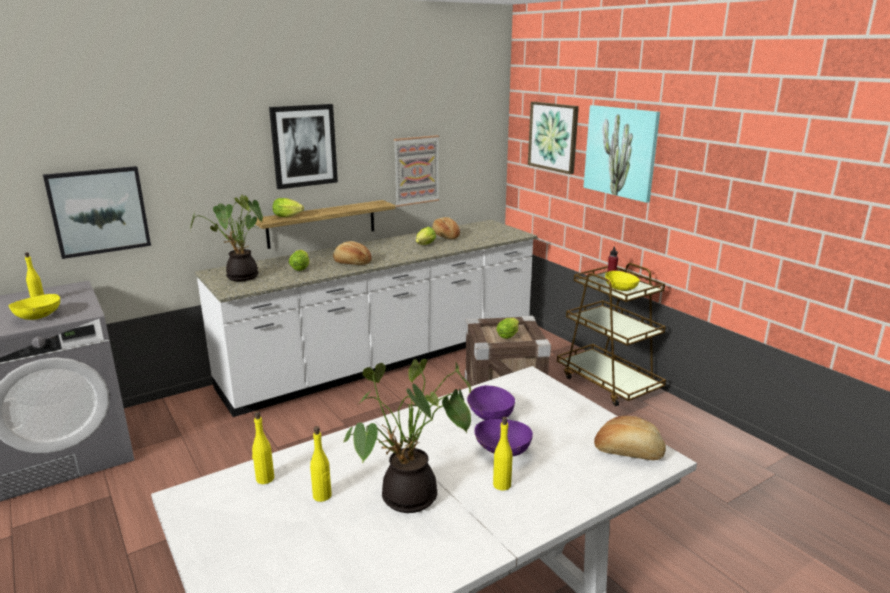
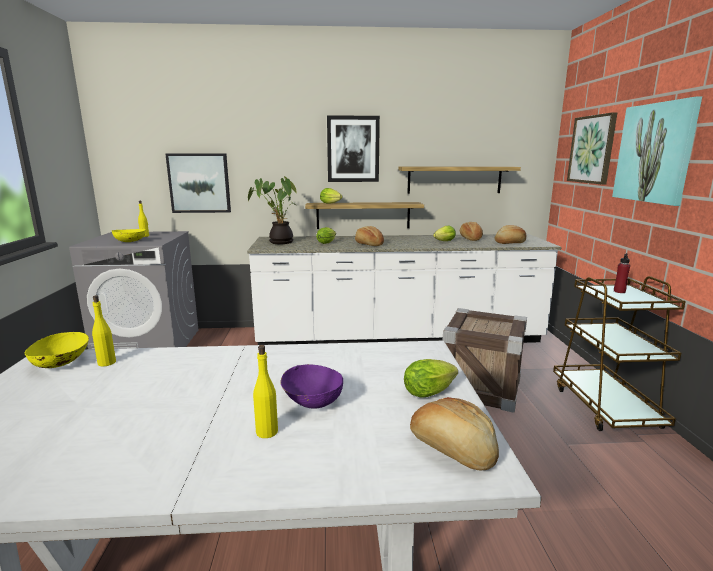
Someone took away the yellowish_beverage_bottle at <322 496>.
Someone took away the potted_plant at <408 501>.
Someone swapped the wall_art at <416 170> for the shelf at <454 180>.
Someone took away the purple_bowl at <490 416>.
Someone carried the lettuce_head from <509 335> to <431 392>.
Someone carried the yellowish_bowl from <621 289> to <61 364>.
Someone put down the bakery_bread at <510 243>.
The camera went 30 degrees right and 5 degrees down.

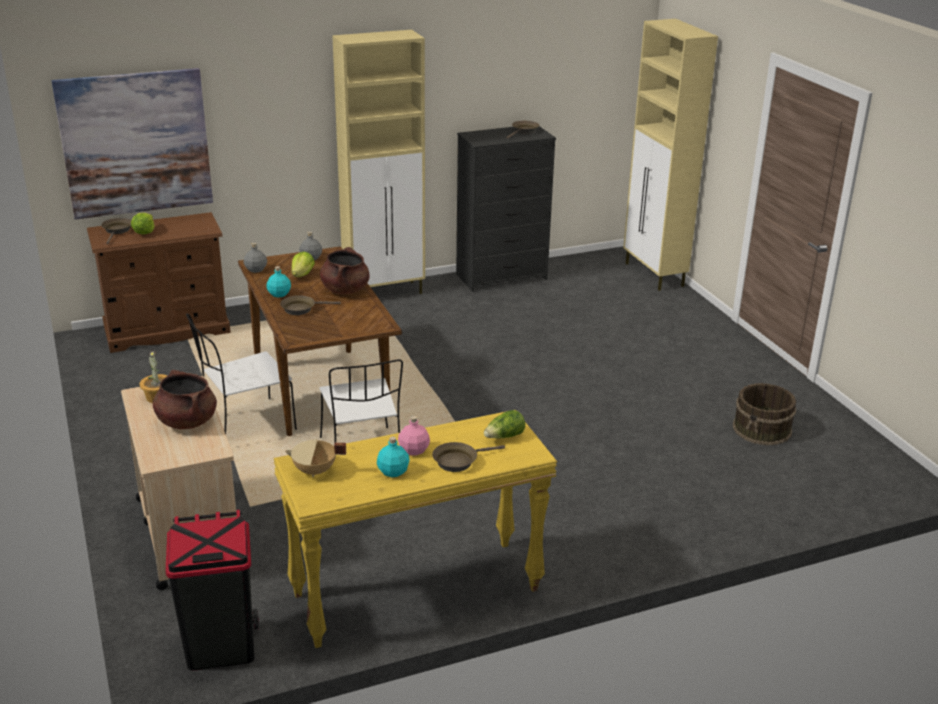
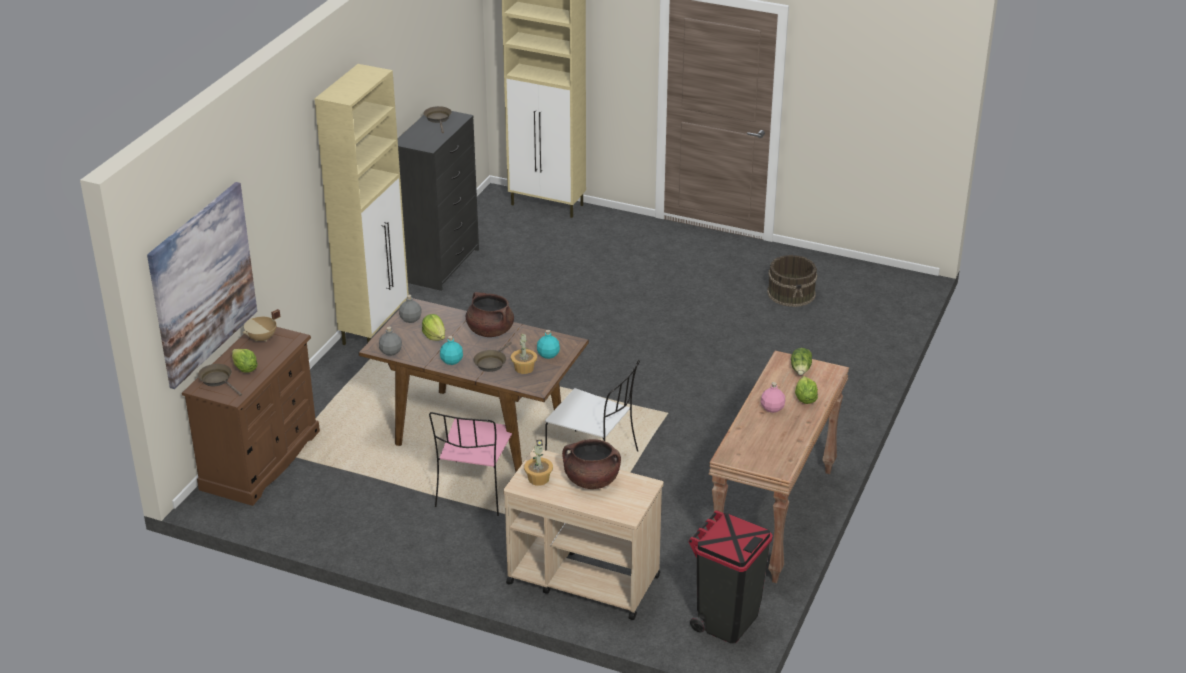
Someone repainted the white-coloured_upright_chair at <245 425>, which became the pink_upright_chair at <476 490>.
Someone repainted the yellowish_console_table at <416 593>, which became the brownish_console_table at <775 518>.
Someone carried the beige-coloured_saucepot from <315 471> to <262 338>.
Someone carried the turquoise-coloured_beverage_bottle from <393 472> to <548 355>.
Someone swapped the brownish_pan at <458 461> for the lettuce_head at <805 399>.
Someone put down the potted_plant at <524 368>.
The camera went 45 degrees left and 5 degrees up.

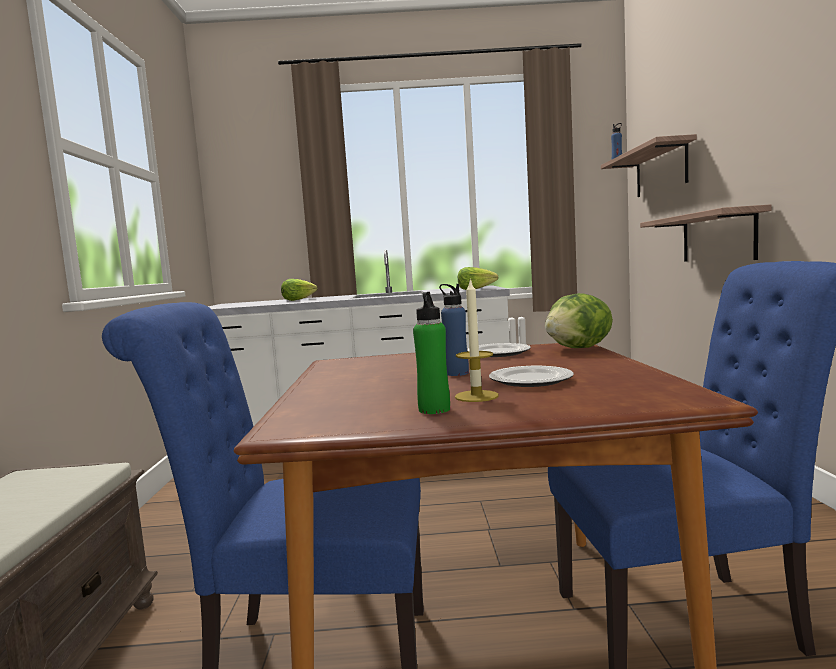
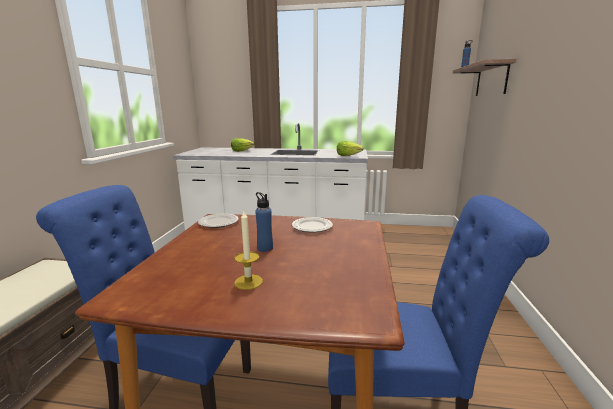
Someone took away the greenish_beverage_bottle at <434 409>.
Someone carried the dinner_plate from <530 380> to <218 222>.
Someone took away the lettuce_head at <579 348>.
Someone took away the shelf at <717 237>.
The camera went 10 degrees right and 10 degrees up.

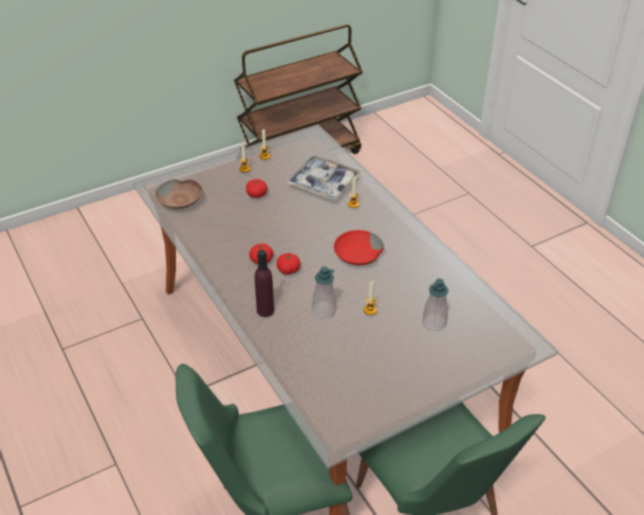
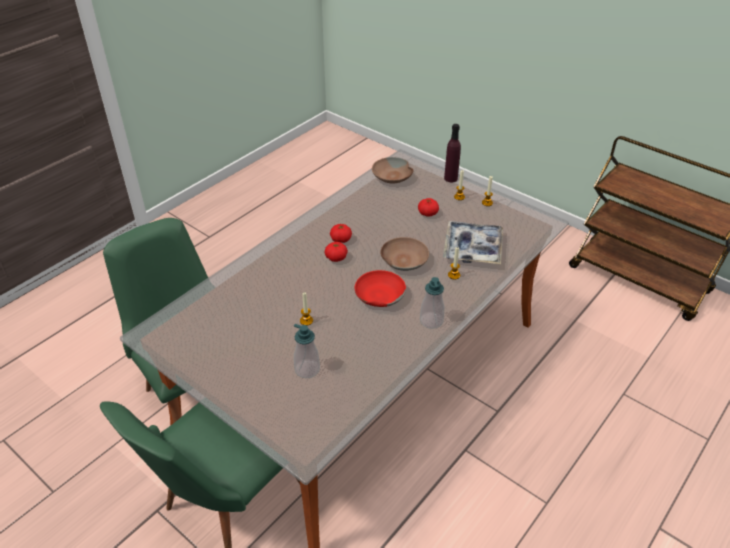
Someone carried the purple_beverage_bottle from <265 310> to <450 178>.
Someone carried the soap_bottle from <324 311> to <431 321>.
Someone put down the brownish_bowl at <404 260>.
The camera went 70 degrees right and 0 degrees up.

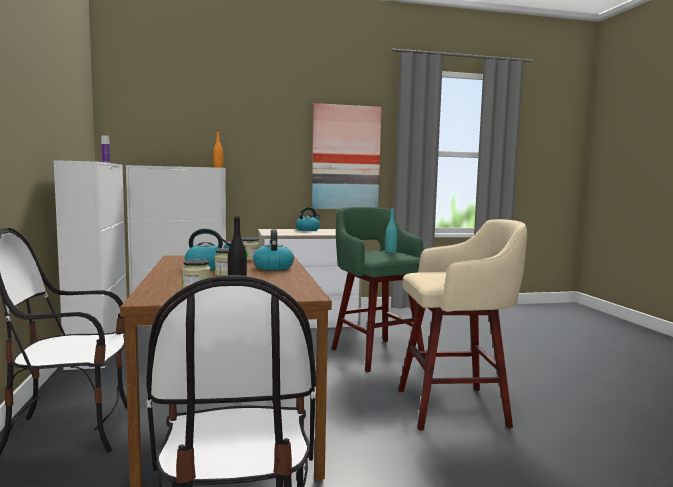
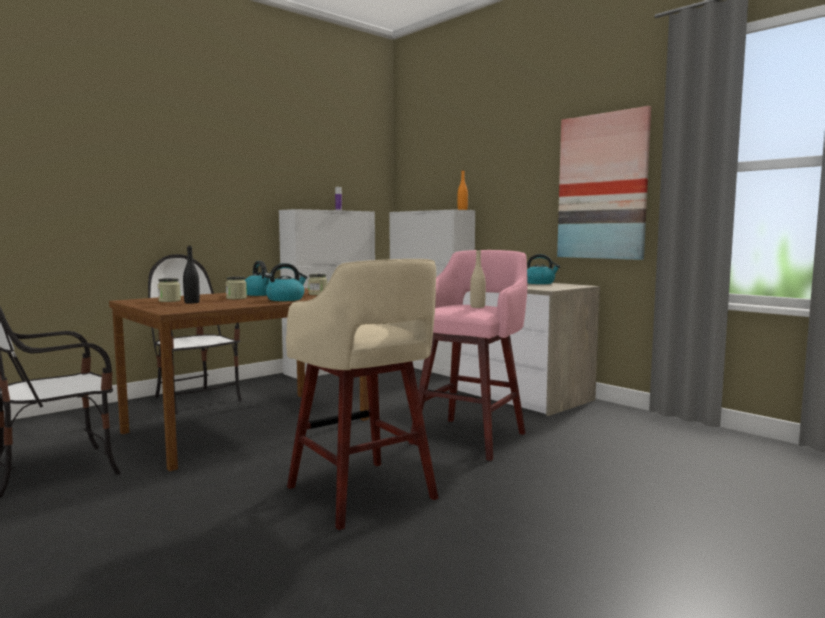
Someone repainted the greenish_sitting_stool at <375 353>, which became the pink_sitting_stool at <470 437>.
Someone repainted the turquoise-coloured_beverage_bottle at <390 252>, which became the beige-coloured_beverage_bottle at <477 307>.
The camera went 60 degrees right and 0 degrees up.

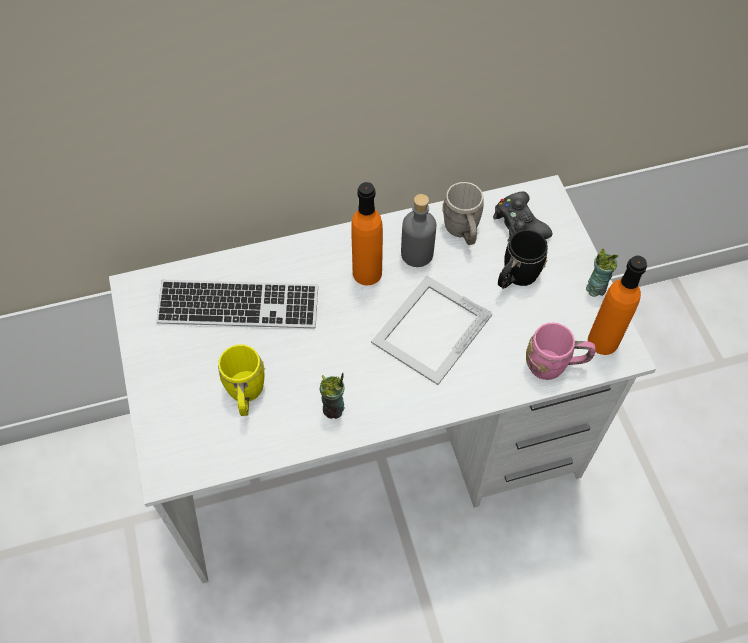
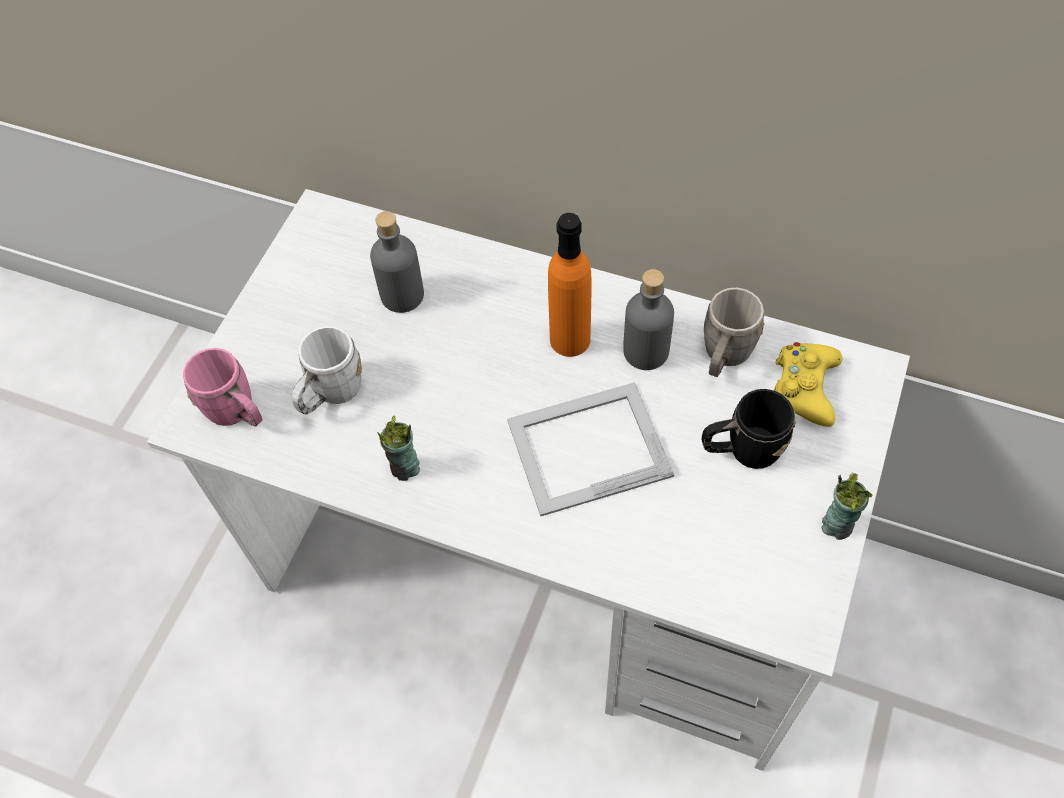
Someone swapped the computer_keyboard at <238 306> for the greyish_beverage_bottle at <402 295>.
Someone repainted the yellowish_coffee_mug at <246 395>, which became the white-coloured_coffee_mug at <331 394>.
Someone repainted the black-coloured_game_controller at <519 224>, which became the yellowish_game_controller at <804 388>.
Someone carried the pink_coffee_mug from <555 365> to <237 413>.
Someone took away the orangey_beverage_bottle at <603 341>.
The camera went 40 degrees right and 0 degrees up.

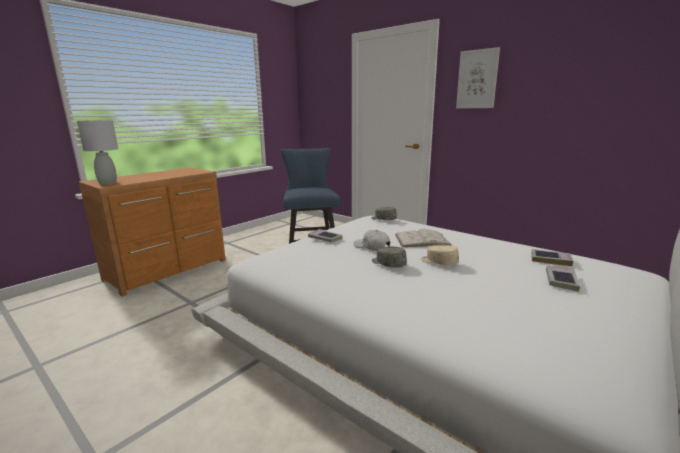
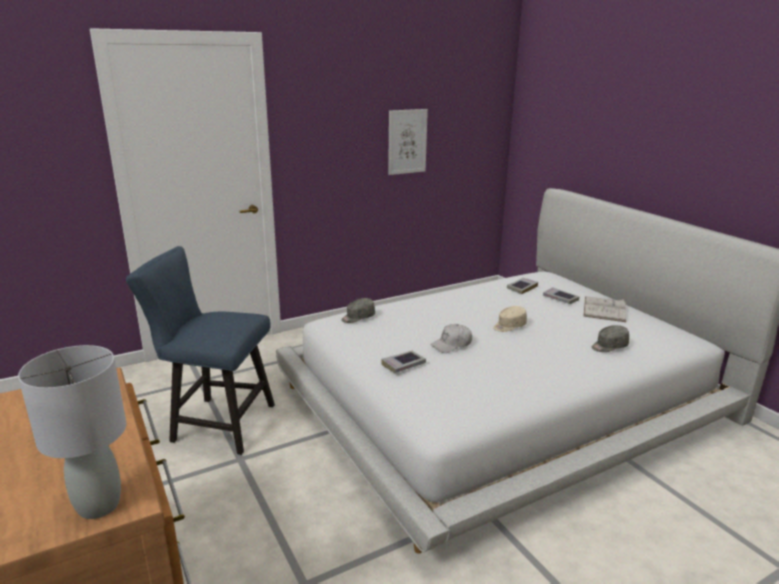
Someone carried the greyish_cap from <388 264> to <609 346>.
Someone carried the white-coloured_volume from <422 240> to <604 309>.
Someone carried the wall_art from <477 79> to <407 141>.
The camera went 70 degrees left and 5 degrees up.

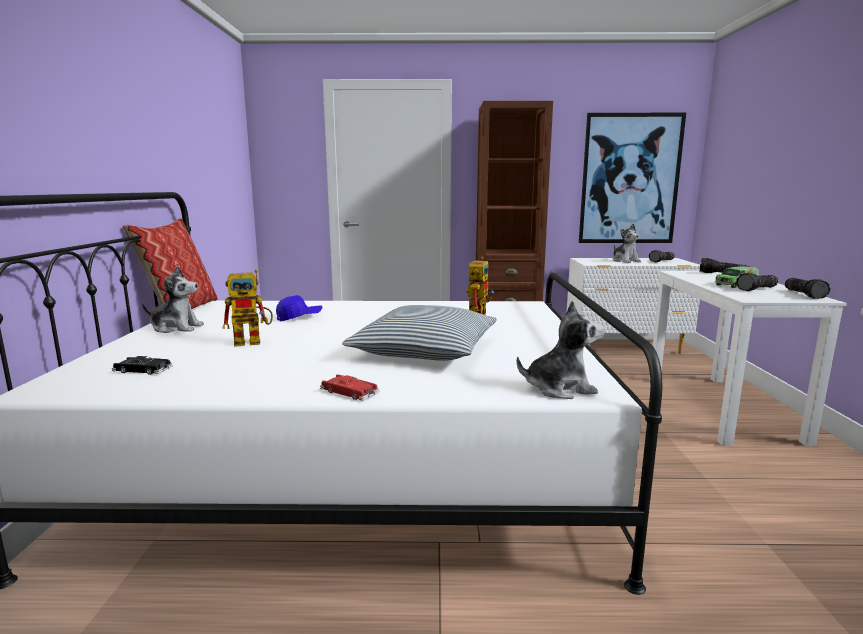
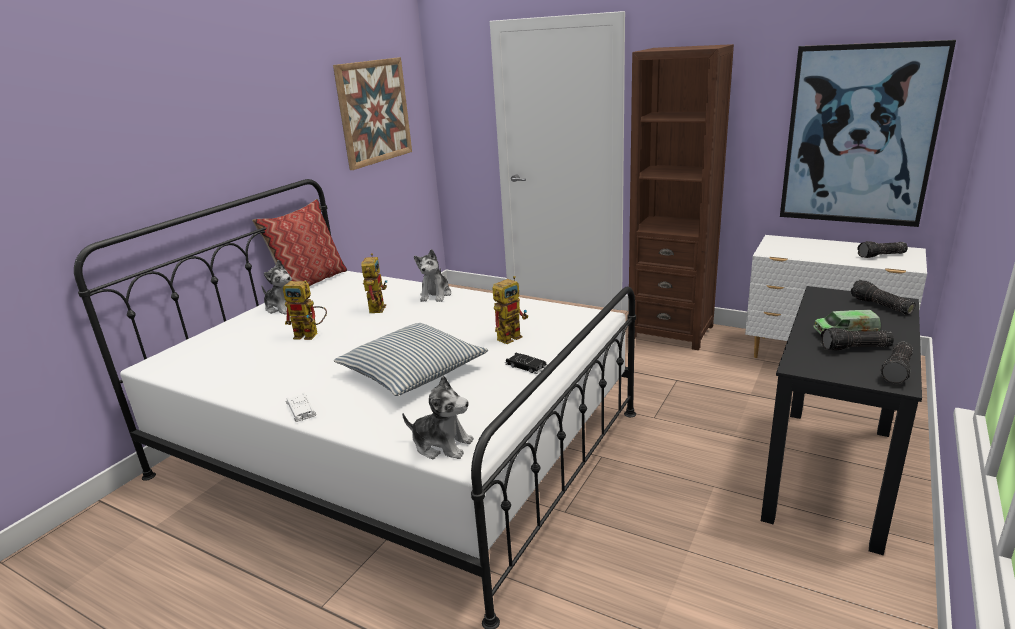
Someone carried the black-coloured_miniature_car from <143 370> to <526 366>.
Someone swapped the bluish_cap at <299 317> for the toy_robot at <376 307>.
Someone repainted the reddish_miniature_car at <349 392>, which became the white-coloured_miniature_car at <301 410>.
Someone carried the soft_toy from <625 261> to <435 295>.
Someone repainted the white-coloured_desk at <720 408>, which became the black-coloured_desk at <830 473>.
Someone put up the wall_art at <374 112>.
The camera went 30 degrees right and 10 degrees up.

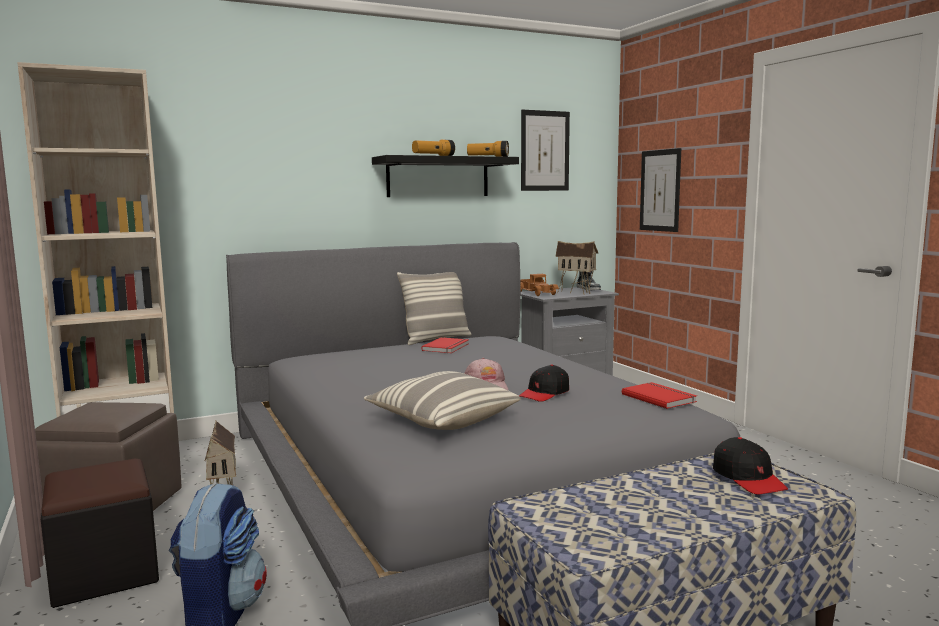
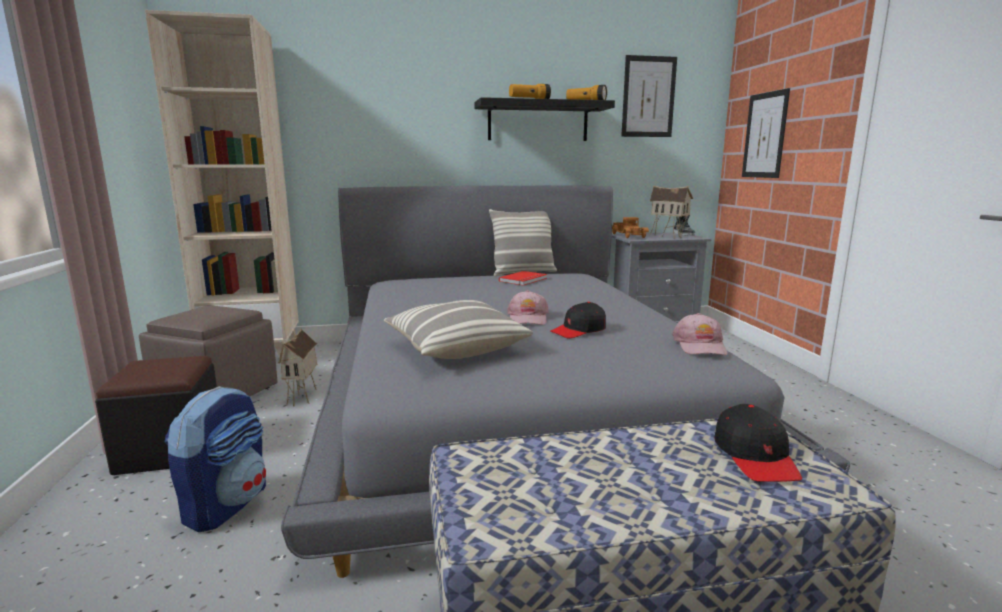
Someone swapped the reddish_volume at <659 397> for the pink_cap at <700 346>.
The camera went 15 degrees right and 5 degrees up.

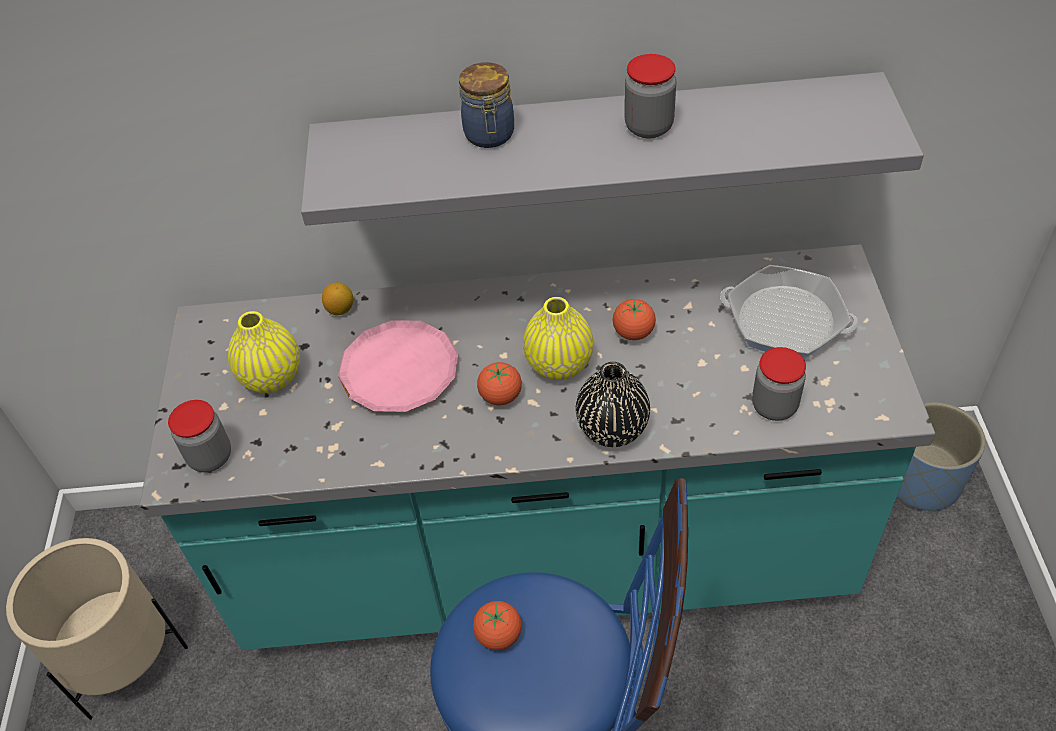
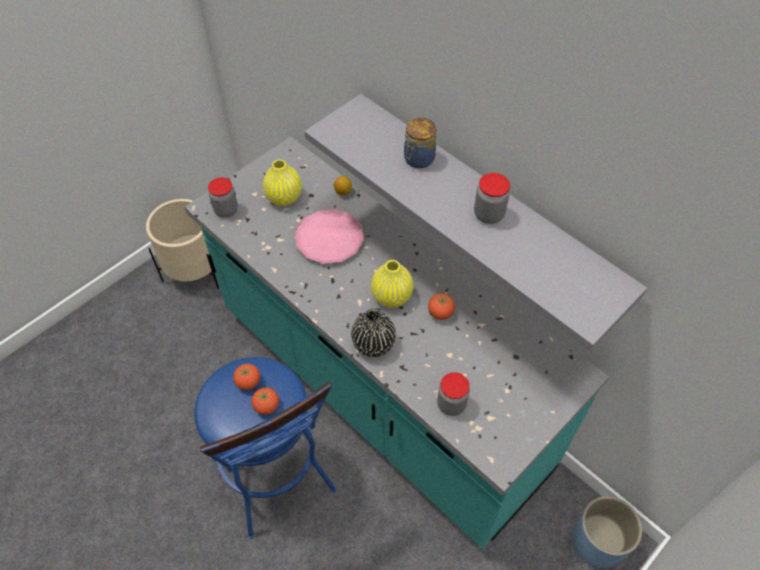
Someone carried the whole_tomato from <501 396> to <266 406>.
Someone took away the pan at <785 320>.
The camera went 45 degrees right and 5 degrees up.

